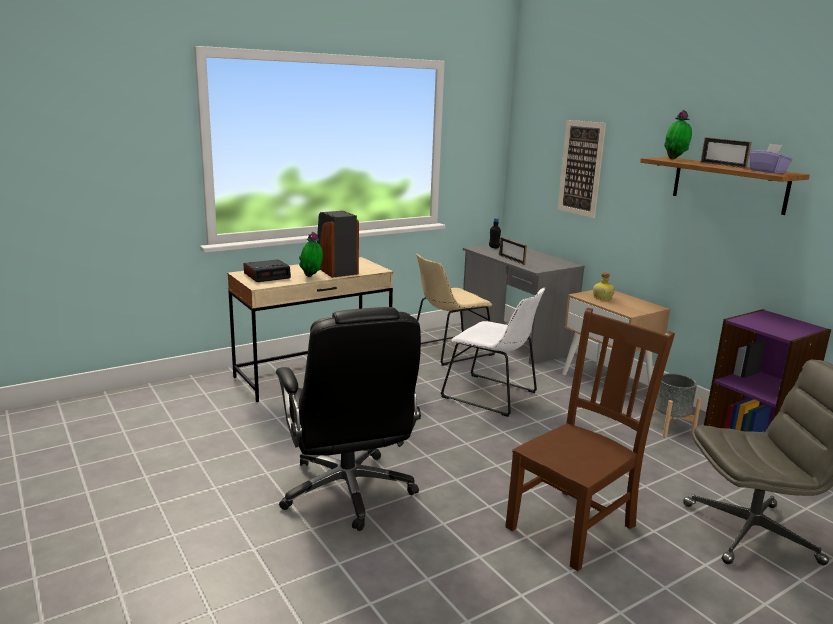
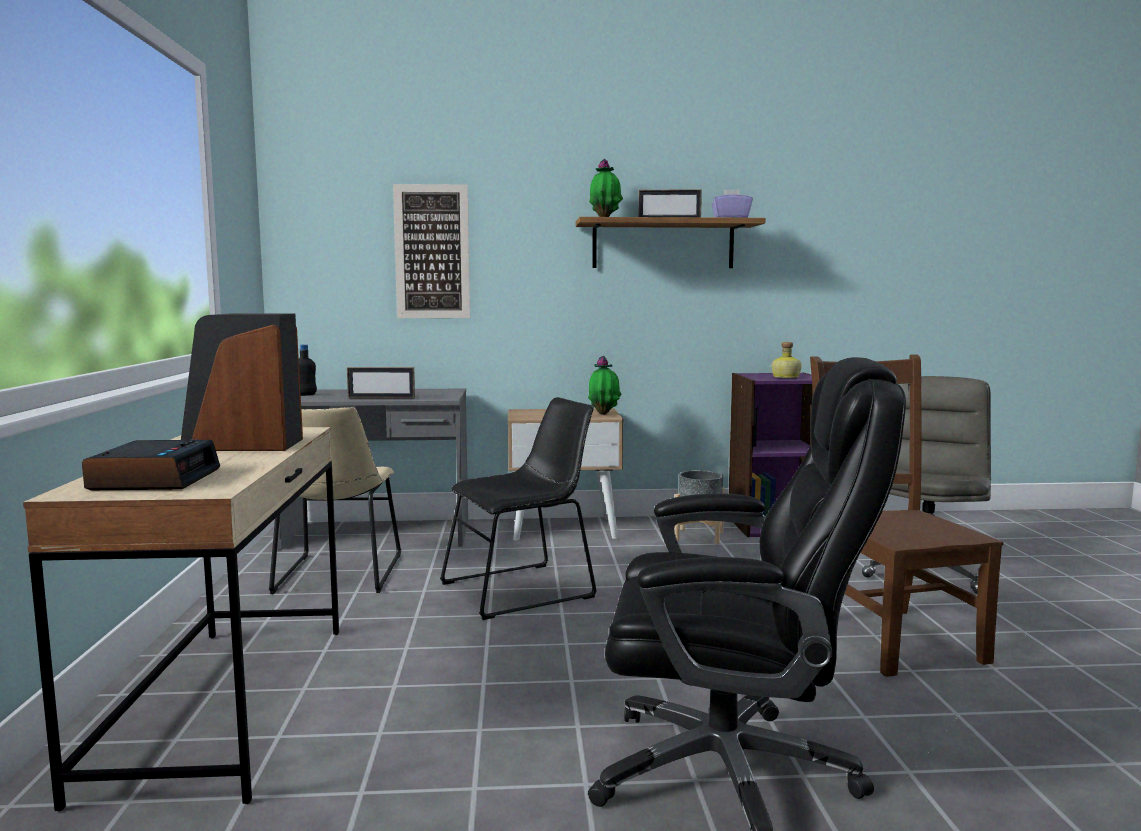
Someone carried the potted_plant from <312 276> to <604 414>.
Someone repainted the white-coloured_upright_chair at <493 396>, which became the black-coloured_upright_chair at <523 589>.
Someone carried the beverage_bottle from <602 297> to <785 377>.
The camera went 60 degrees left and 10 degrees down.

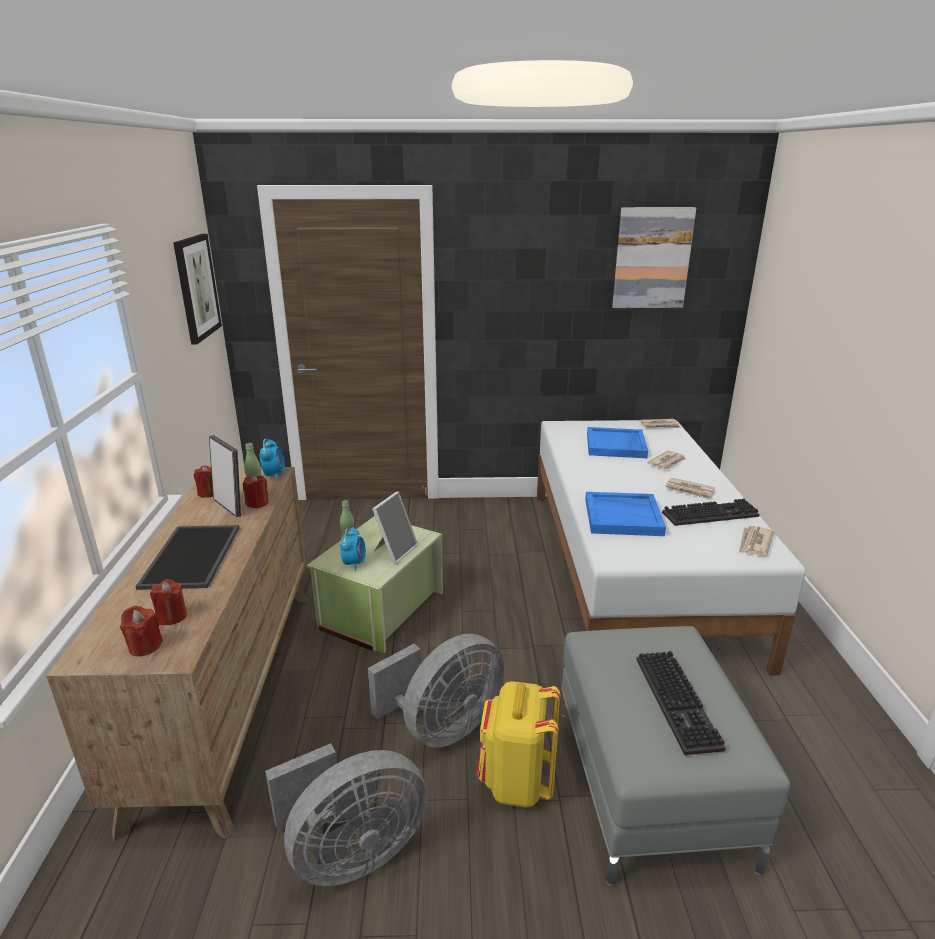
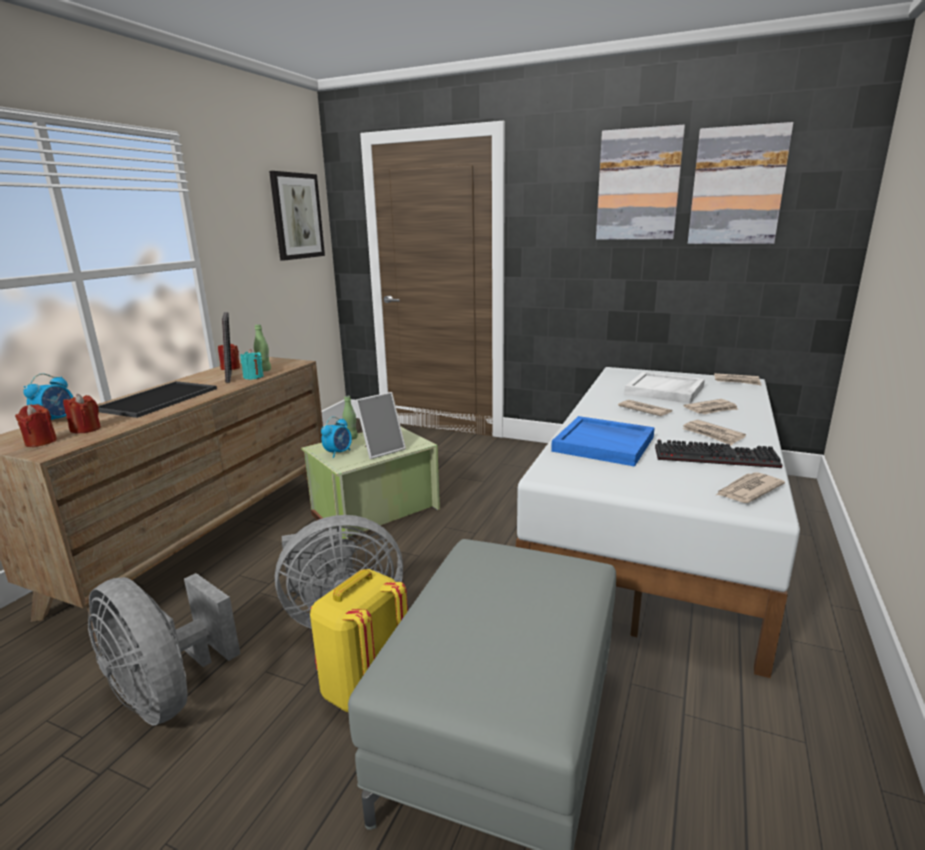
Someone repainted the reddish_wax_candle at <257 503>, which became the turquoise-coloured_wax_candle at <253 377>.
Someone carried the bedside_clock from <274 475> to <57 420>.
Someone rotated the greyish_fan at <351 853> by 45 degrees clockwise.
Someone repainted the bluish_serving_tray at <616 445>, which became the white-coloured_serving_tray at <665 391>.
Someone took away the computer_keyboard at <680 703>.
Someone put up the wall_art at <638 185>.
Someone put down the newspaper at <644 410>.
The camera went 25 degrees right and 5 degrees down.

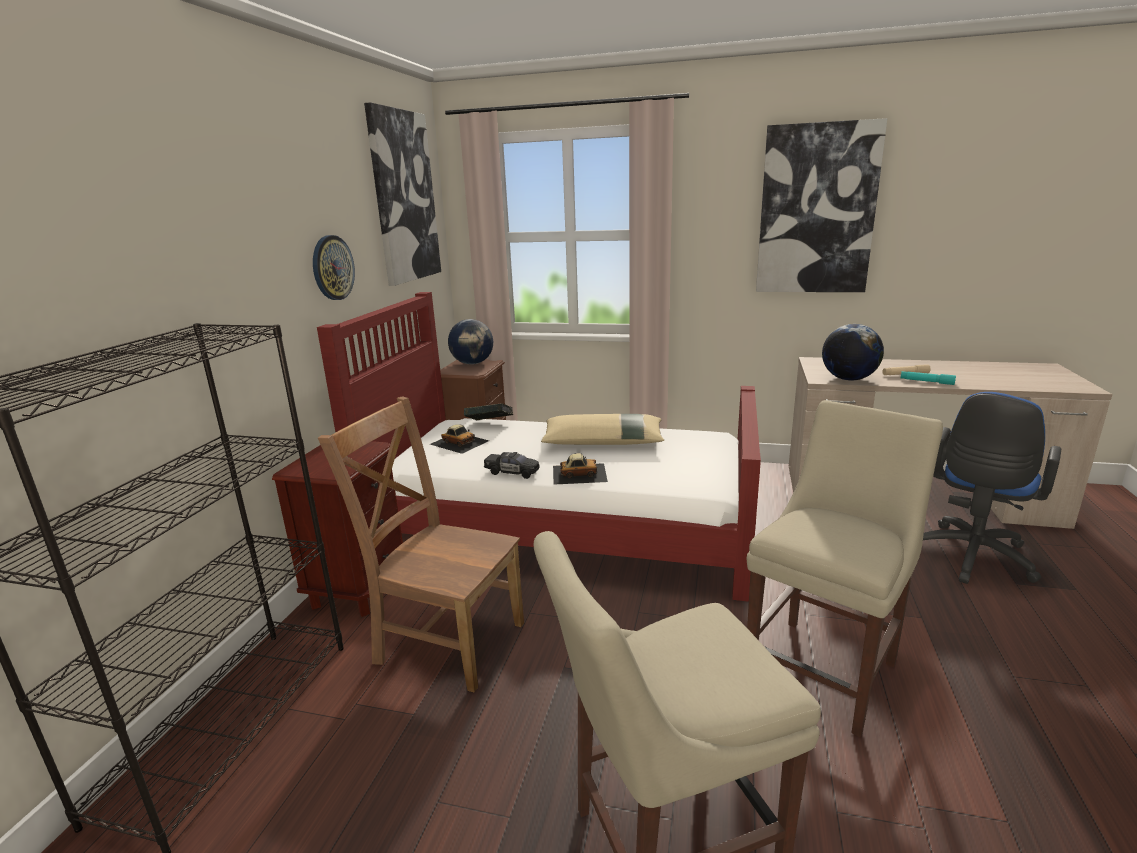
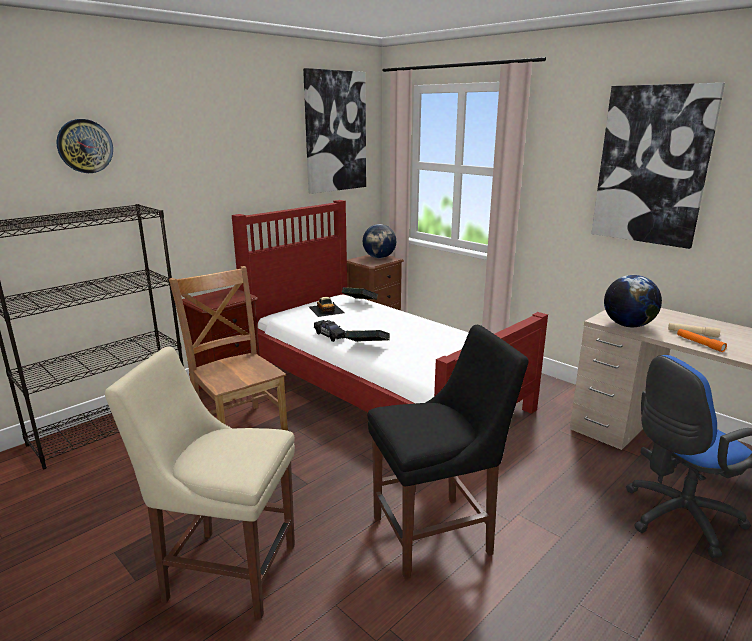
Someone carried the clock_on_the_wall from <332 268> to <85 146>.
Someone took away the beige-coloured_cushion at <603 442>.
Someone swapped the miniature_car at <579 473> for the volume at <367 347>.
Someone repainted the beige-coloured_upright_chair at <825 668>, which became the black-coloured_upright_chair at <437 534>.
Someone repainted the turquoise-coloured_flashlight at <926 382>, which became the orangey_flashlight at <699 343>.
The camera went 30 degrees right and 0 degrees up.

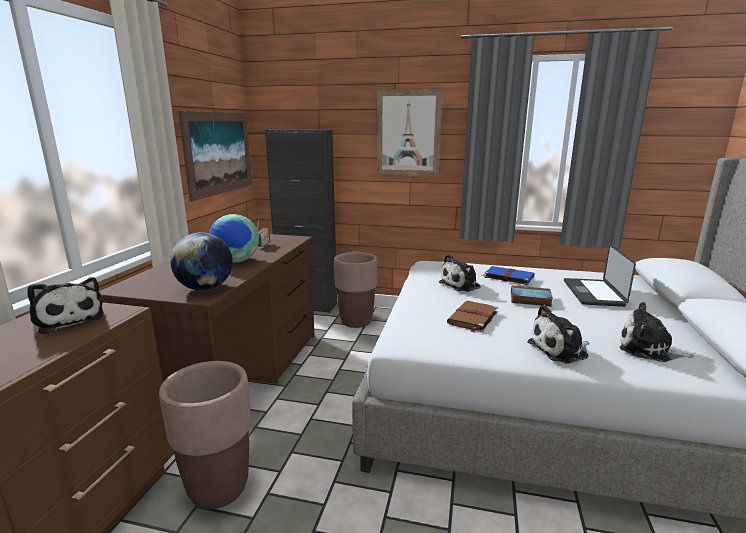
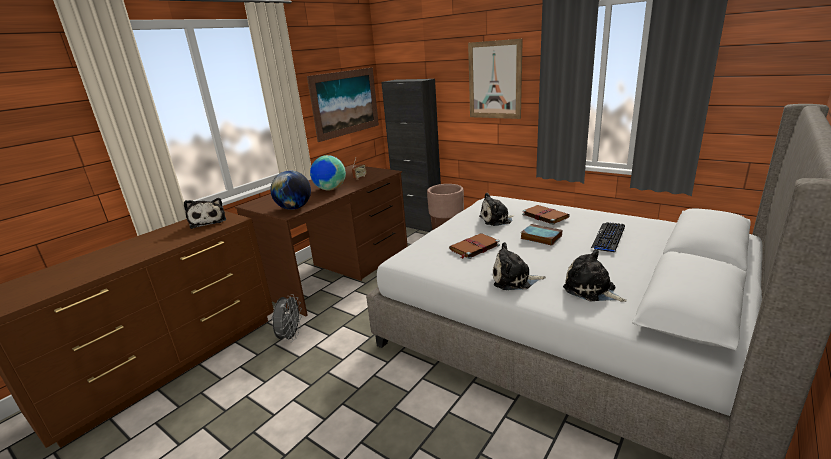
Someone swapped the brownish_plant_pot at <218 488> for the greyish_fan at <290 337>.
Someone repainted the bluish_volume at <508 277>, which became the brownish_volume at <544 216>.
Someone swapped the notebook_computer at <593 293> for the computer_keyboard at <608 237>.
The camera went 25 degrees right and 5 degrees up.

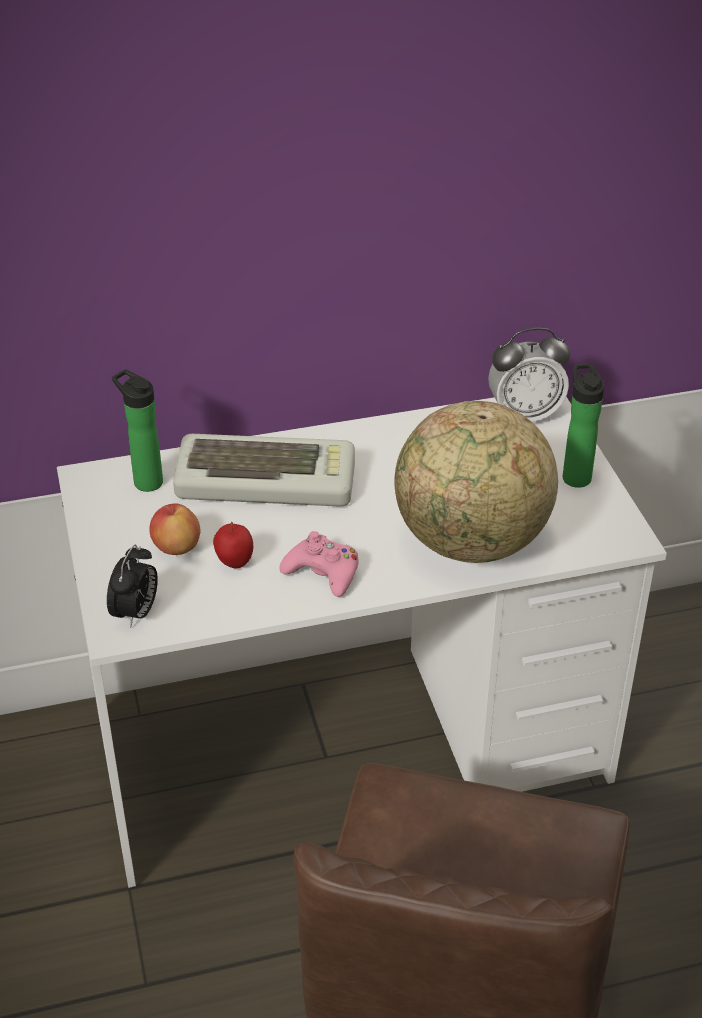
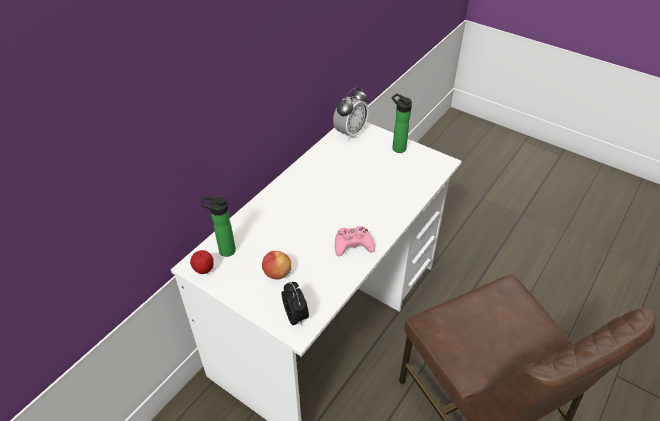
Someone took away the computer_keyboard at <268 480>.
Someone carried the whole_apple from <234 563> to <204 271>.
Someone took away the world_globe at <471 543>.
The camera went 40 degrees left and 5 degrees up.

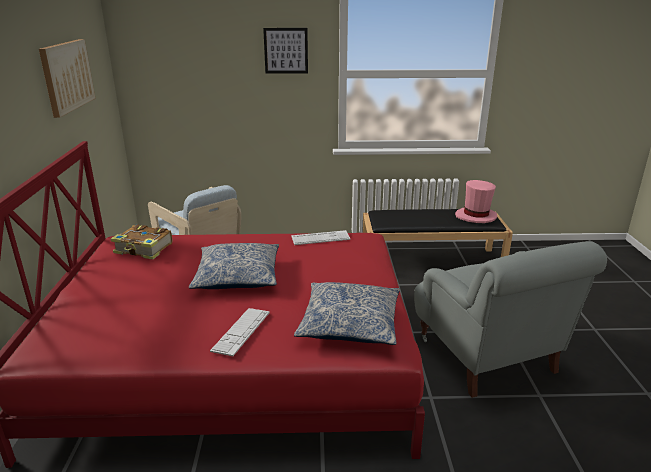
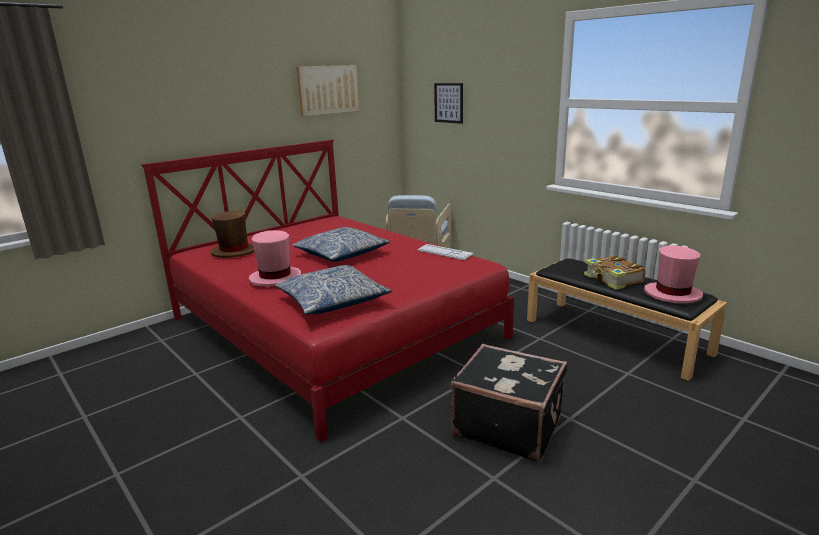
Someone carried the volume from <144 249> to <613 280>.
Someone swapped the computer_keyboard at <241 331> for the pink_hat at <275 278>.
Someone carried the wall_art from <286 50> to <448 103>.
Someone swapped the greyish_easy_chair at <487 357> for the black-coloured_travel_case at <508 425>.
Someone put down the brownish_hat at <234 252>.
The camera went 50 degrees right and 5 degrees down.

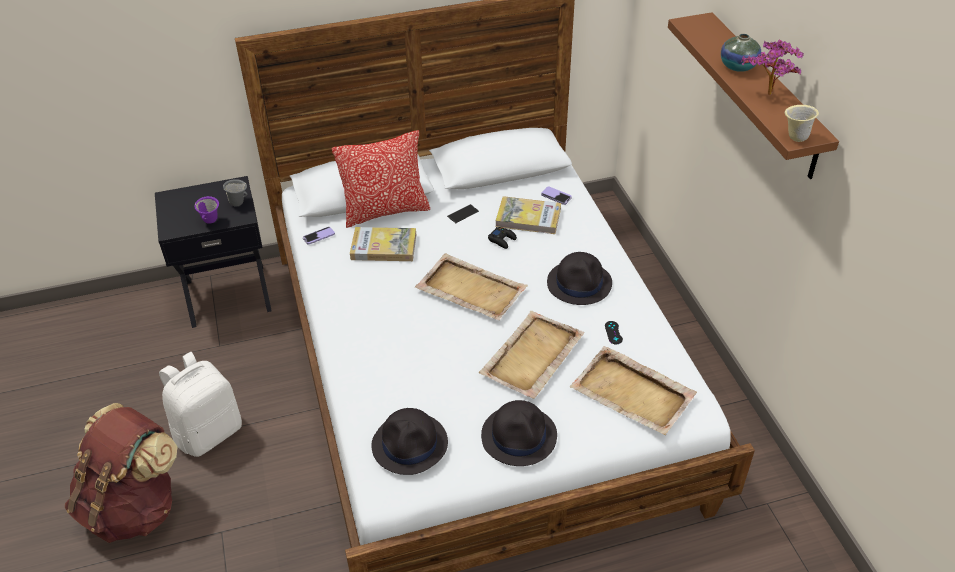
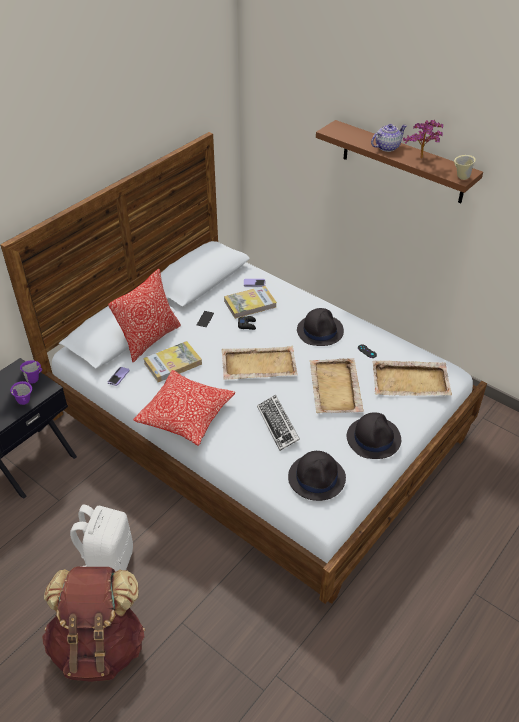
Someone repainted the greyish_coffee_mug at <239 203>, which became the purple_coffee_mug at <34 379>.
Someone swapped the decorative_vase at <738 66> for the tea_pot at <386 147>.
Someone put down the cushion at <185 415>.
Someone put down the computer_keyboard at <278 425>.
The camera went 35 degrees left and 0 degrees up.

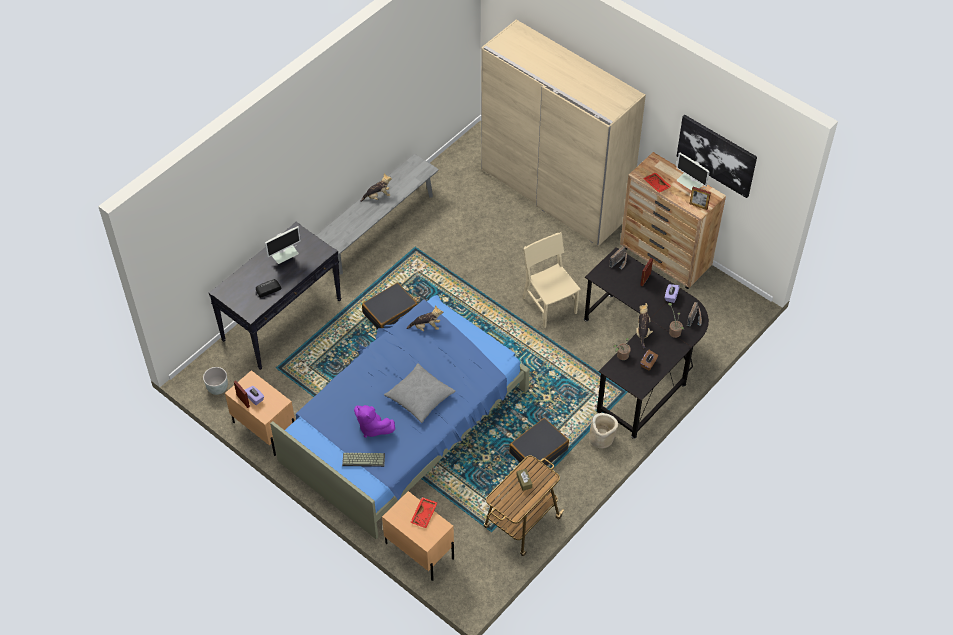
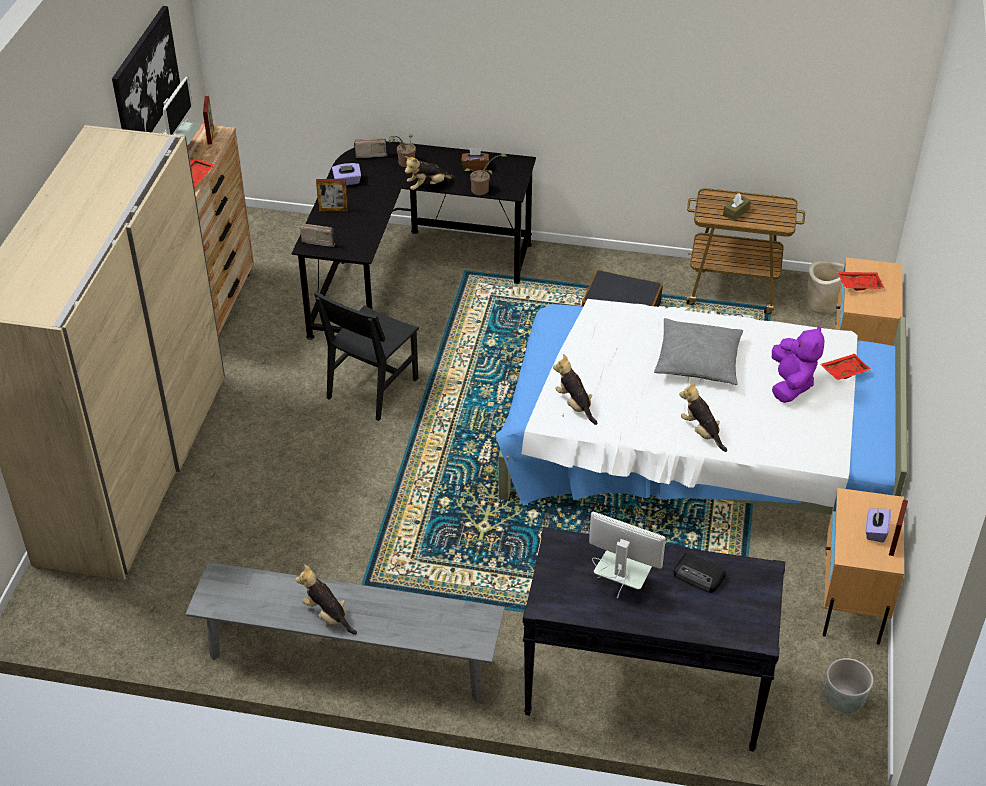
Someone repainted the bluish_bed at <406 423>, which became the white-coloured_bed at <695 447>.
Someone swapped the computer_keyboard at <364 459> for the reddish_serving_tray at <844 371>.
Someone took away the black-coloured_travel_case at <390 312>.
Someone repainted the beige-coloured_upright_chair at <549 305>, which became the black-coloured_upright_chair at <372 388>.
Someone carried the beige-coloured_plant_pot from <601 439> to <823 303>.
Someone put down the soft_toy at <701 432>.
The camera went 120 degrees left and 10 degrees down.

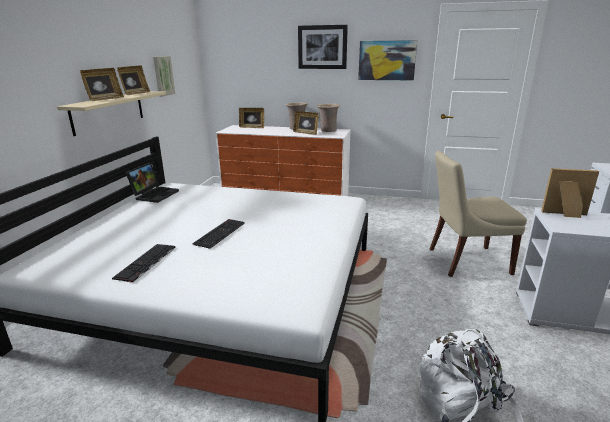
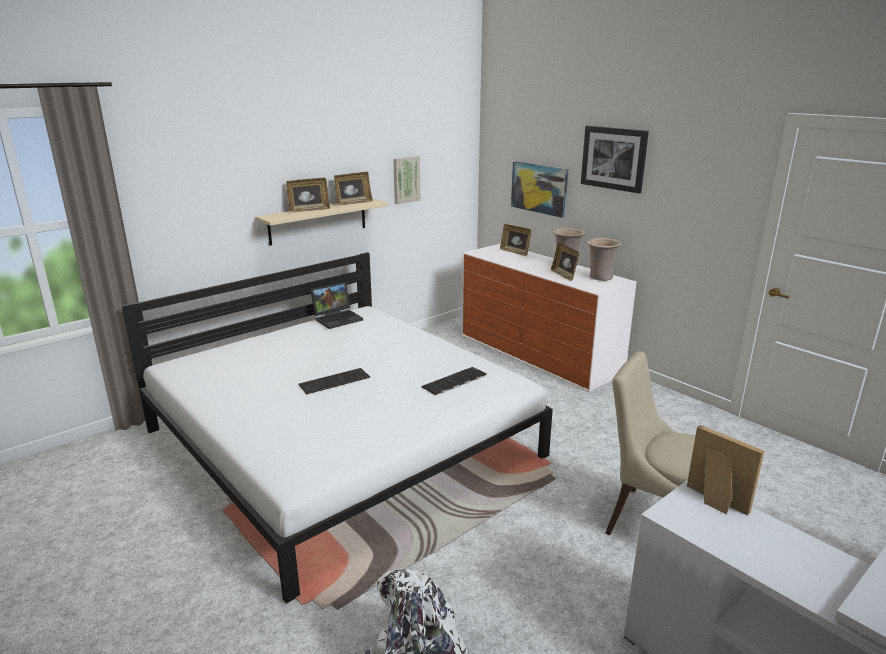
Someone carried the computer_keyboard from <146 263> to <454 381>.
Someone carried the wall_art from <387 60> to <539 188>.
The camera went 35 degrees right and 0 degrees up.

